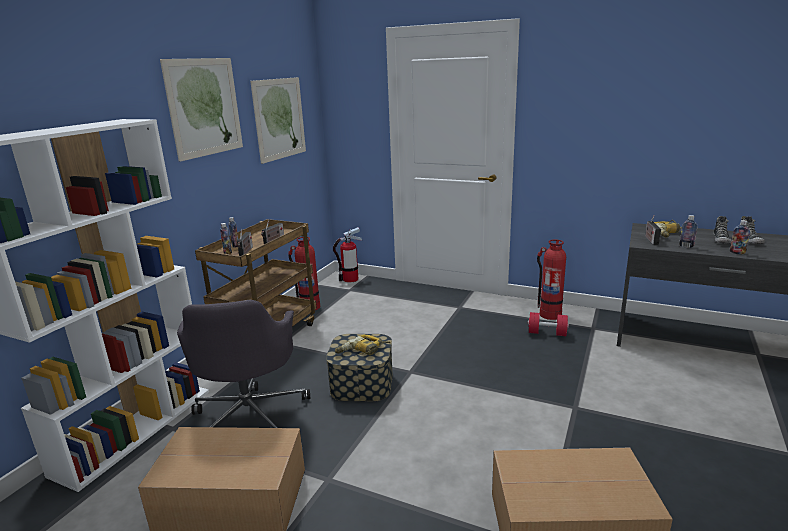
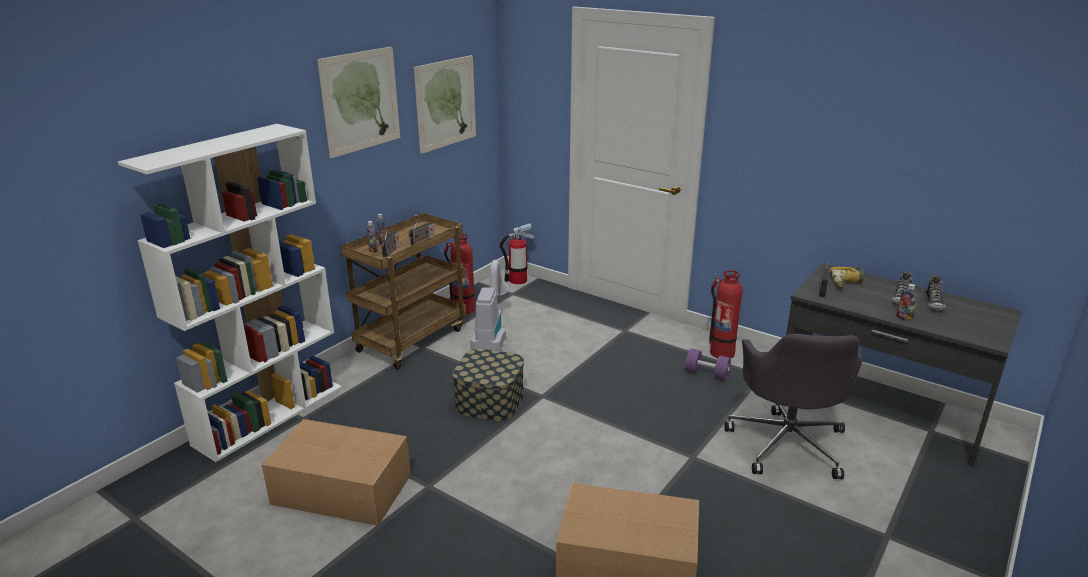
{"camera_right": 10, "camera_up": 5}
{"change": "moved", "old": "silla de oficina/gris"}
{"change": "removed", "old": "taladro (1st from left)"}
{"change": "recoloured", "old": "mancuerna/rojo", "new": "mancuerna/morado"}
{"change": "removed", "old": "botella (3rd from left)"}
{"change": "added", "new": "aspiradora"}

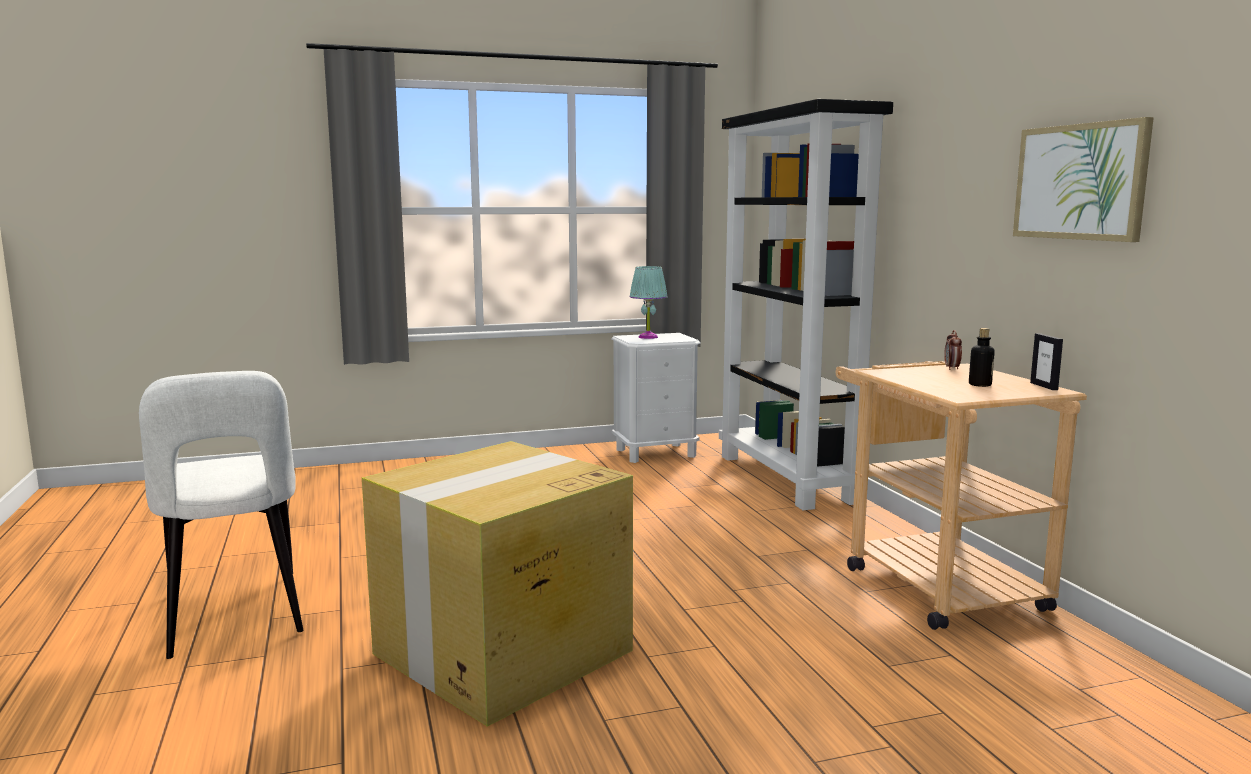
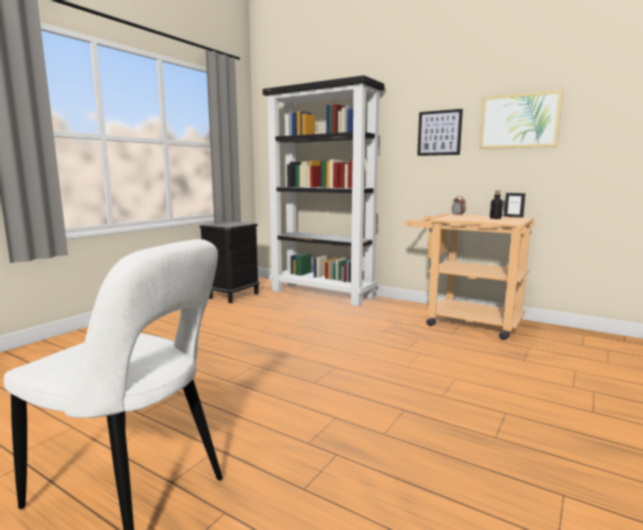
{"camera_right": -40, "camera_up": 0}
{"change": "removed", "old": "caja de cartón"}
{"change": "recoloured", "old": "mesita de noche/blanco", "new": "mesita de noche/negro"}
{"change": "removed", "old": "lámpara de mesa/turquesa"}
{"change": "added", "new": "cuadro (1st from left)"}

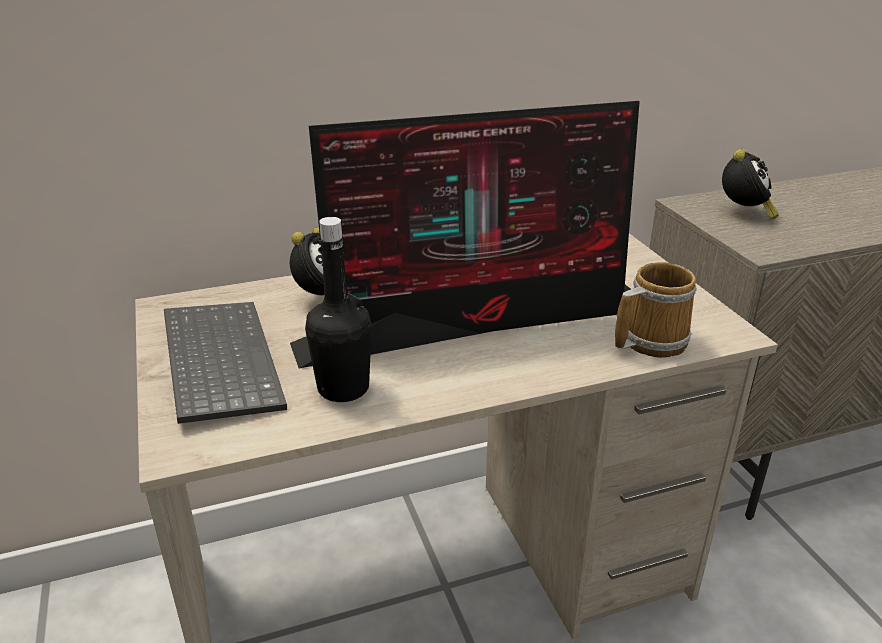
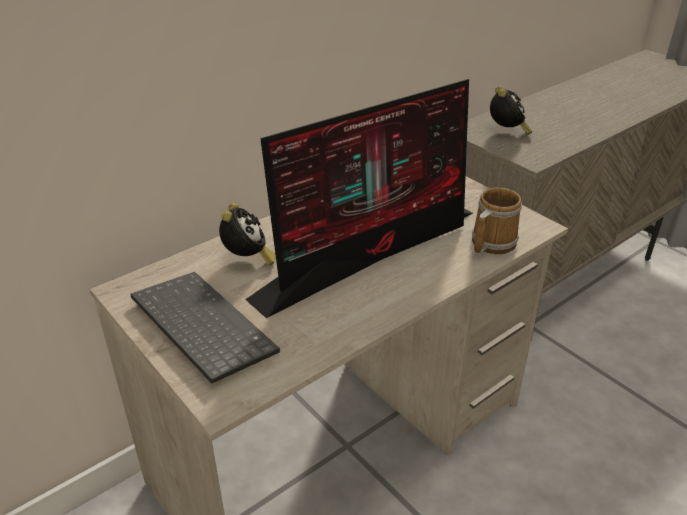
{"camera_right": -20, "camera_up": 5}
{"change": "removed", "old": "botella/negro"}

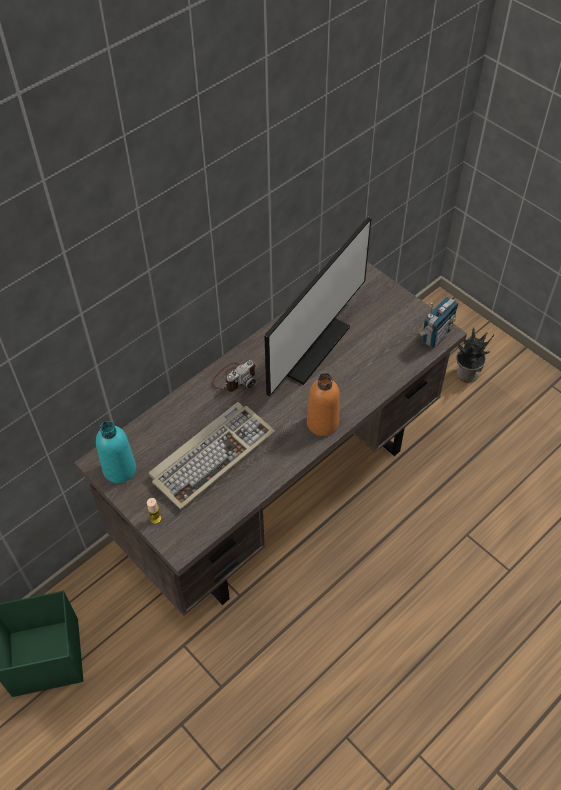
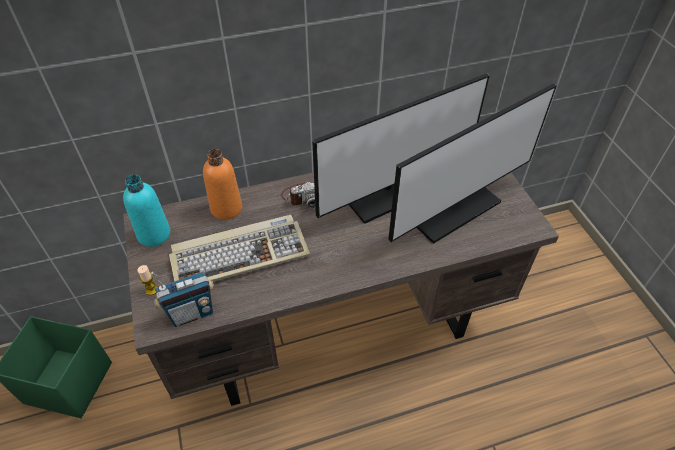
{"camera_right": 25, "camera_up": -5}
{"change": "moved", "old": "botella/naranja"}
{"change": "moved", "old": "radio"}
{"change": "removed", "old": "planta en maceta"}
{"change": "added", "new": "monitor (2nd from left)"}

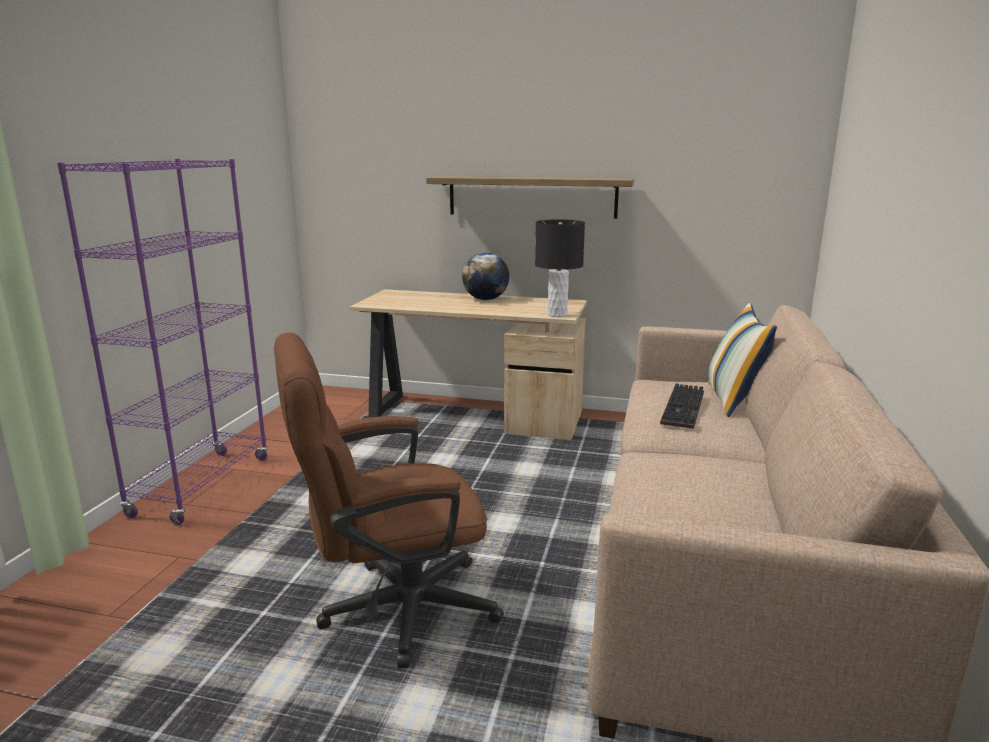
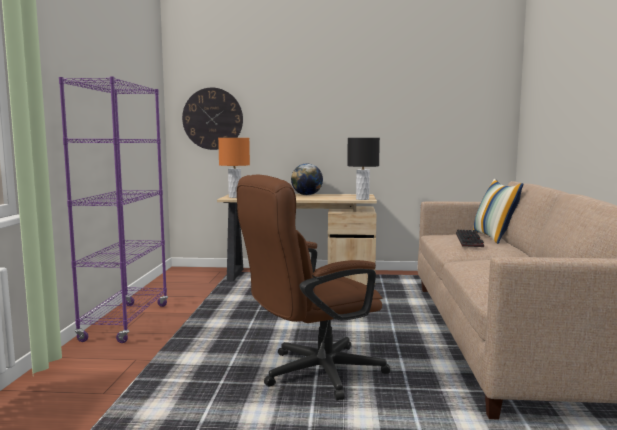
{"camera_right": -10, "camera_up": -10}
{"change": "removed", "old": "estante"}
{"change": "added", "new": "reloj de pared"}
{"change": "added", "new": "lámpara de mesa/naranja"}

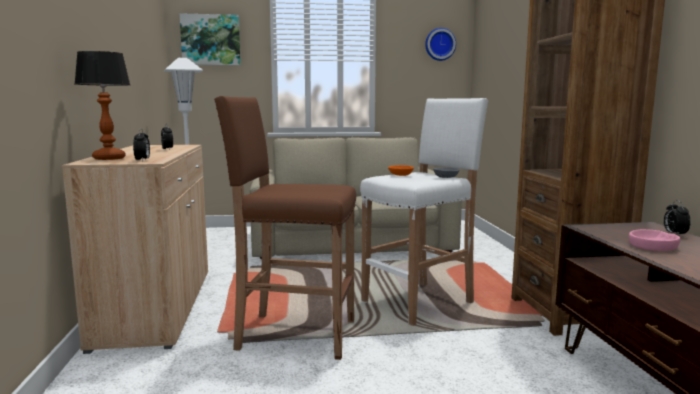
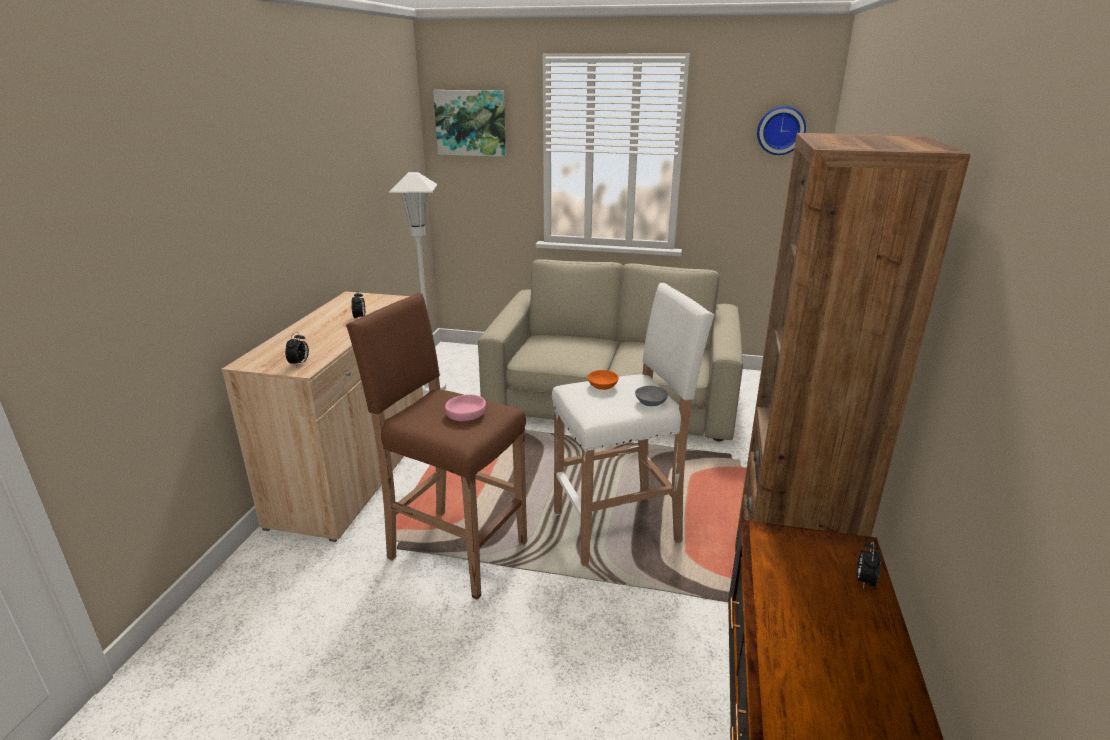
{"camera_right": 20, "camera_up": 15}
{"change": "removed", "old": "lámpara de mesa"}
{"change": "moved", "old": "cuenco/rosa"}

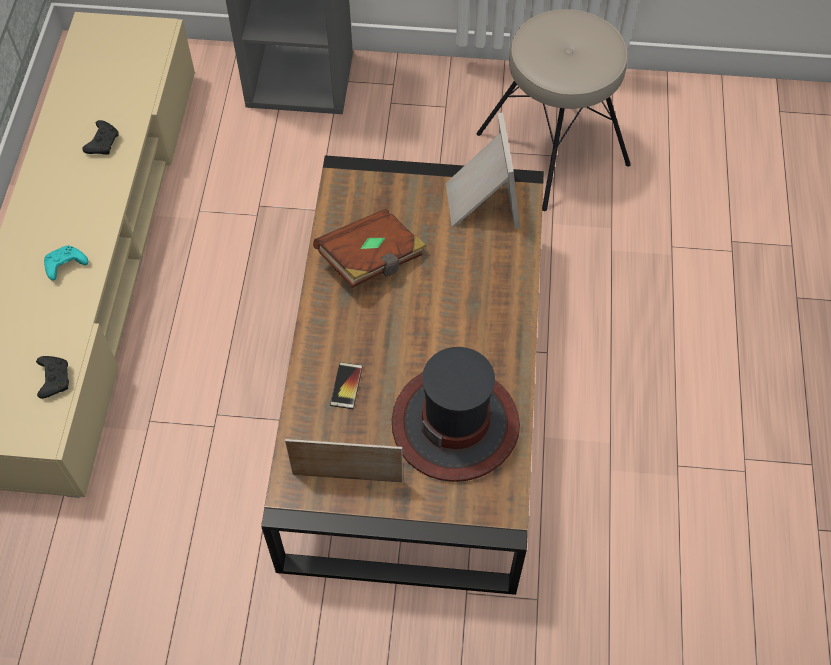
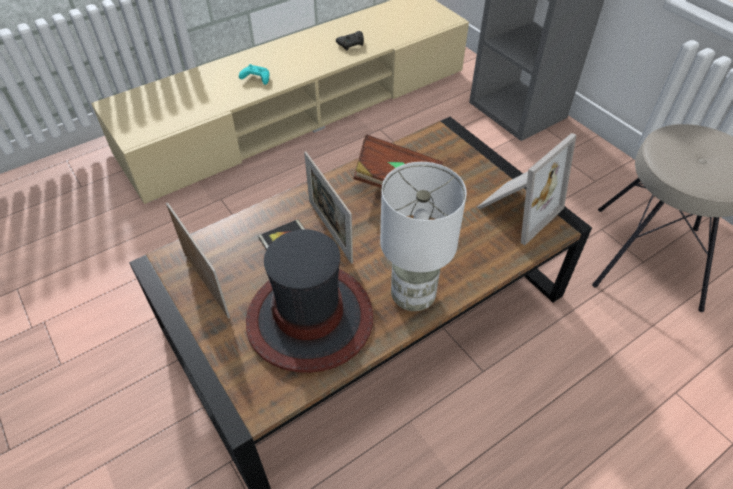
{"camera_right": 50, "camera_up": -10}
{"change": "removed", "old": "mando de consola/negro (1st from left)"}
{"change": "added", "new": "portarretratos (2nd from left)"}
{"change": "added", "new": "lámpara de mesa/blanco"}

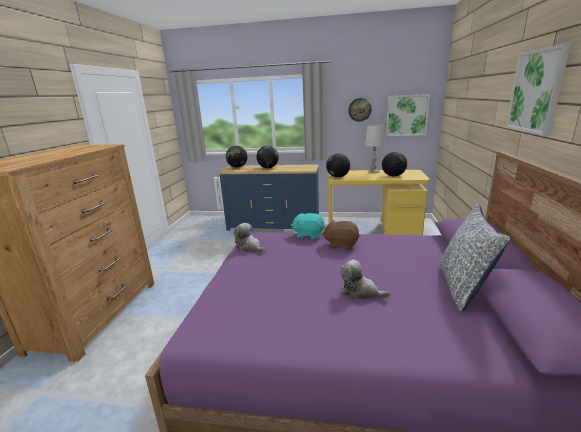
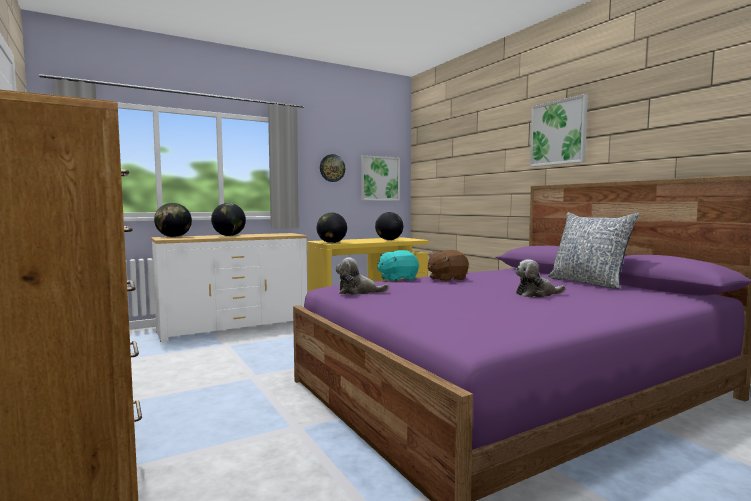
{"camera_right": -40, "camera_up": -15}
{"change": "recoloured", "old": "cómoda/azul", "new": "cómoda/blanco"}
{"change": "removed", "old": "lámpara de mesa/blanco"}

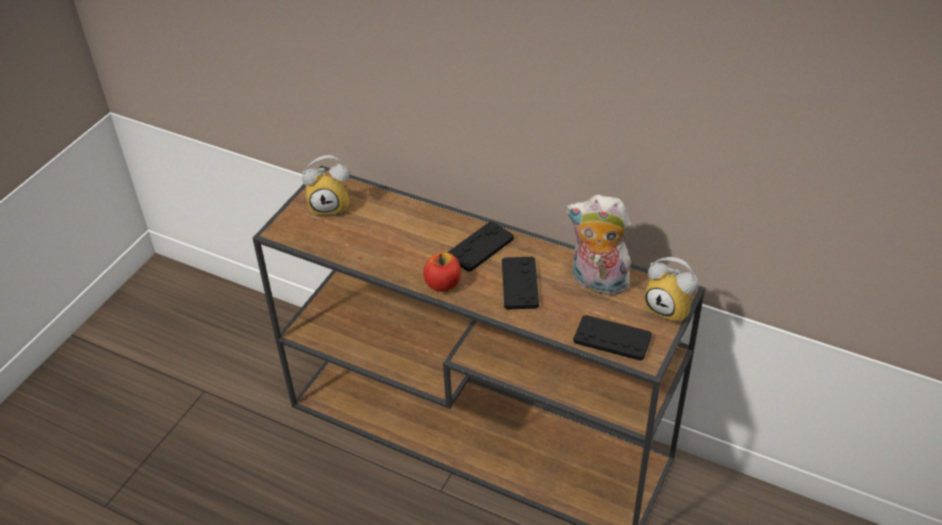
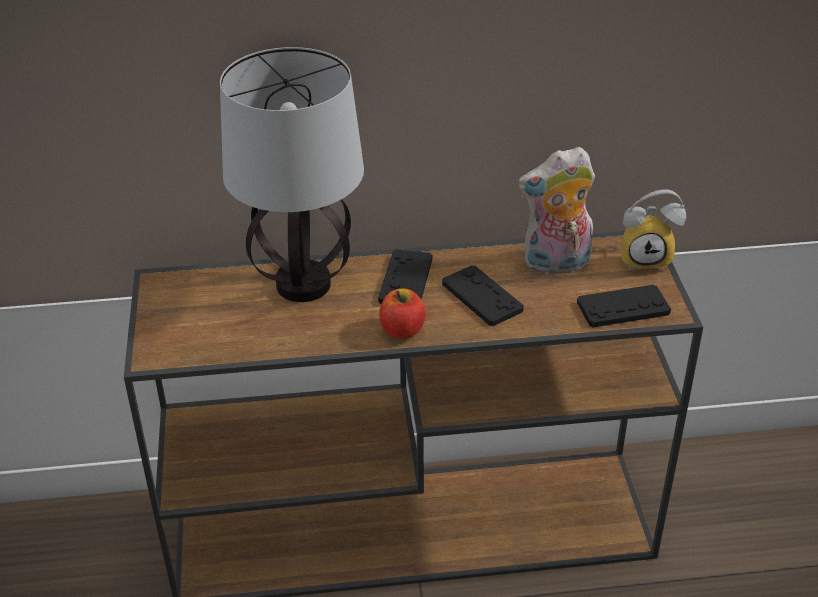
{"camera_right": -35, "camera_up": -5}
{"change": "removed", "old": "despertador (1st from left)"}
{"change": "added", "new": "lámpara de mesa"}

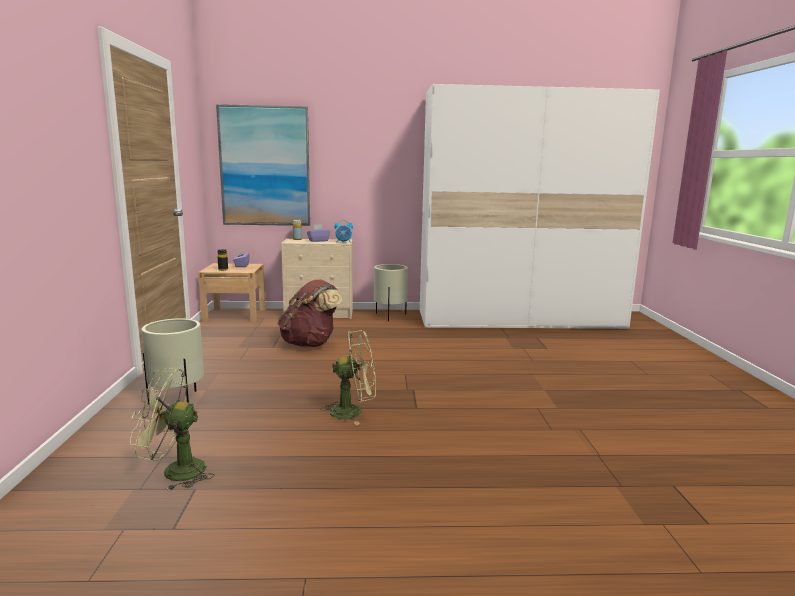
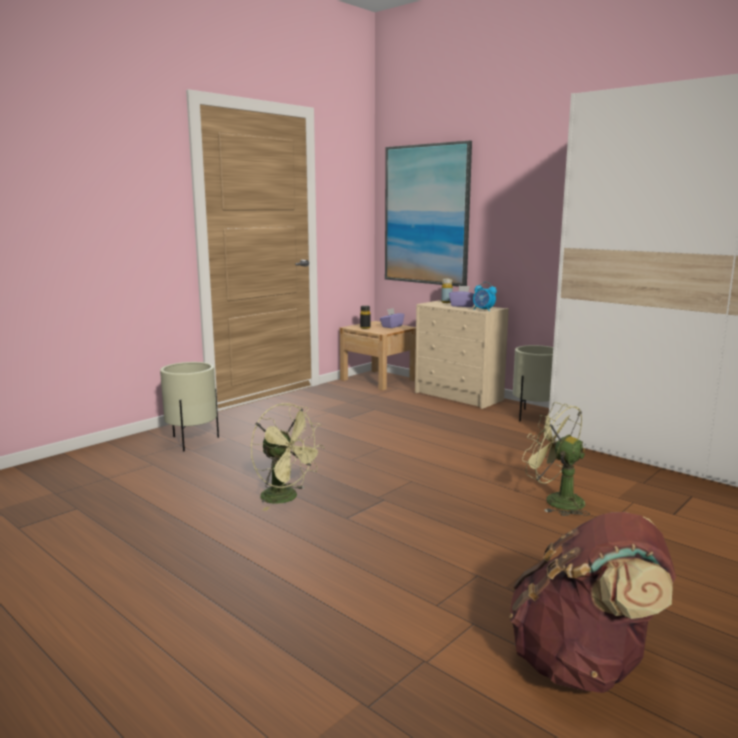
{"camera_right": 45, "camera_up": 0}
{"change": "moved", "old": "ventilador/verde (1st from left in the first image)", "new": "ventilador/verde (2nd from left)"}
{"change": "moved", "old": "mochila/marrón"}

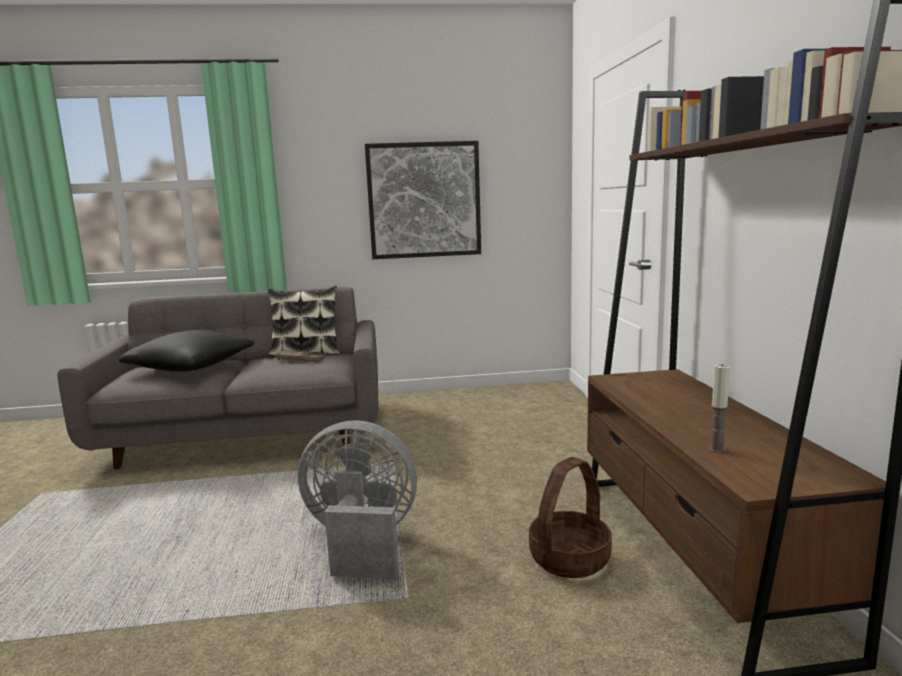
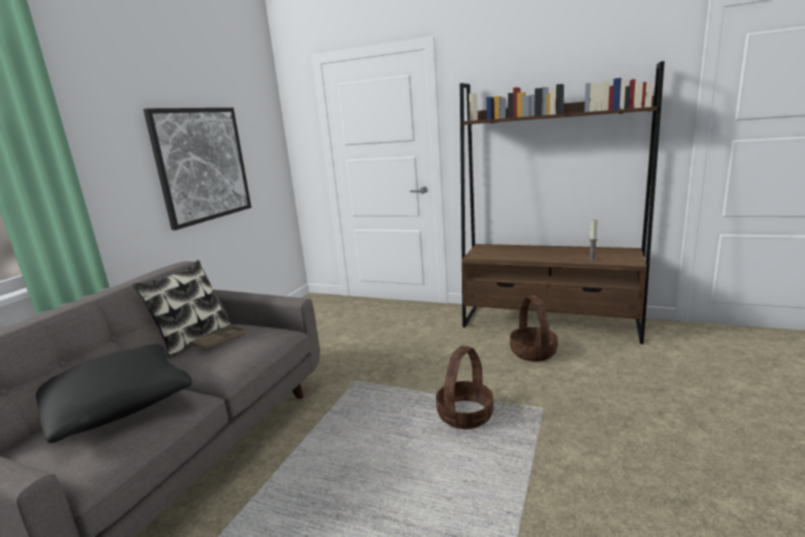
{"camera_right": -60, "camera_up": 5}
{"change": "replaced", "old": "ventilador/gris", "new": "cesta (1st from left)"}

